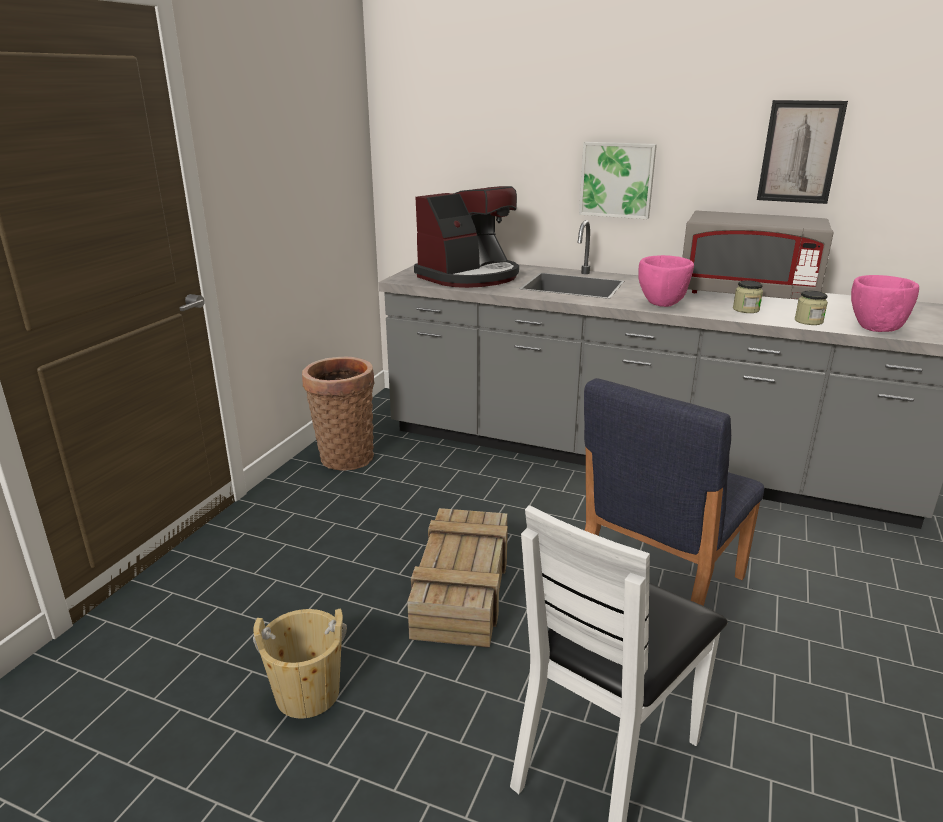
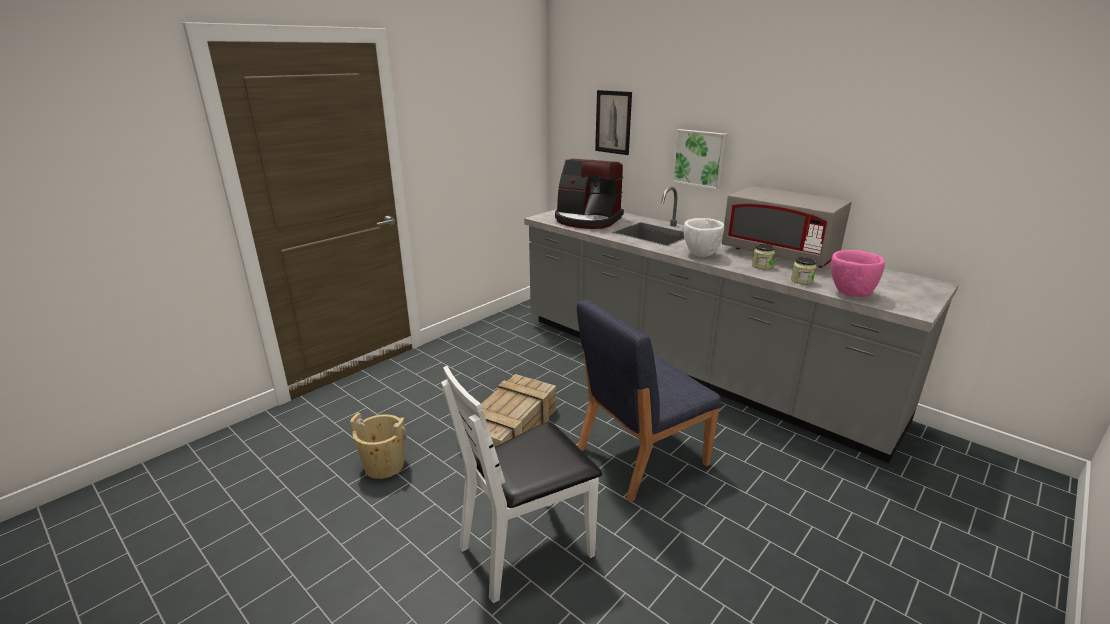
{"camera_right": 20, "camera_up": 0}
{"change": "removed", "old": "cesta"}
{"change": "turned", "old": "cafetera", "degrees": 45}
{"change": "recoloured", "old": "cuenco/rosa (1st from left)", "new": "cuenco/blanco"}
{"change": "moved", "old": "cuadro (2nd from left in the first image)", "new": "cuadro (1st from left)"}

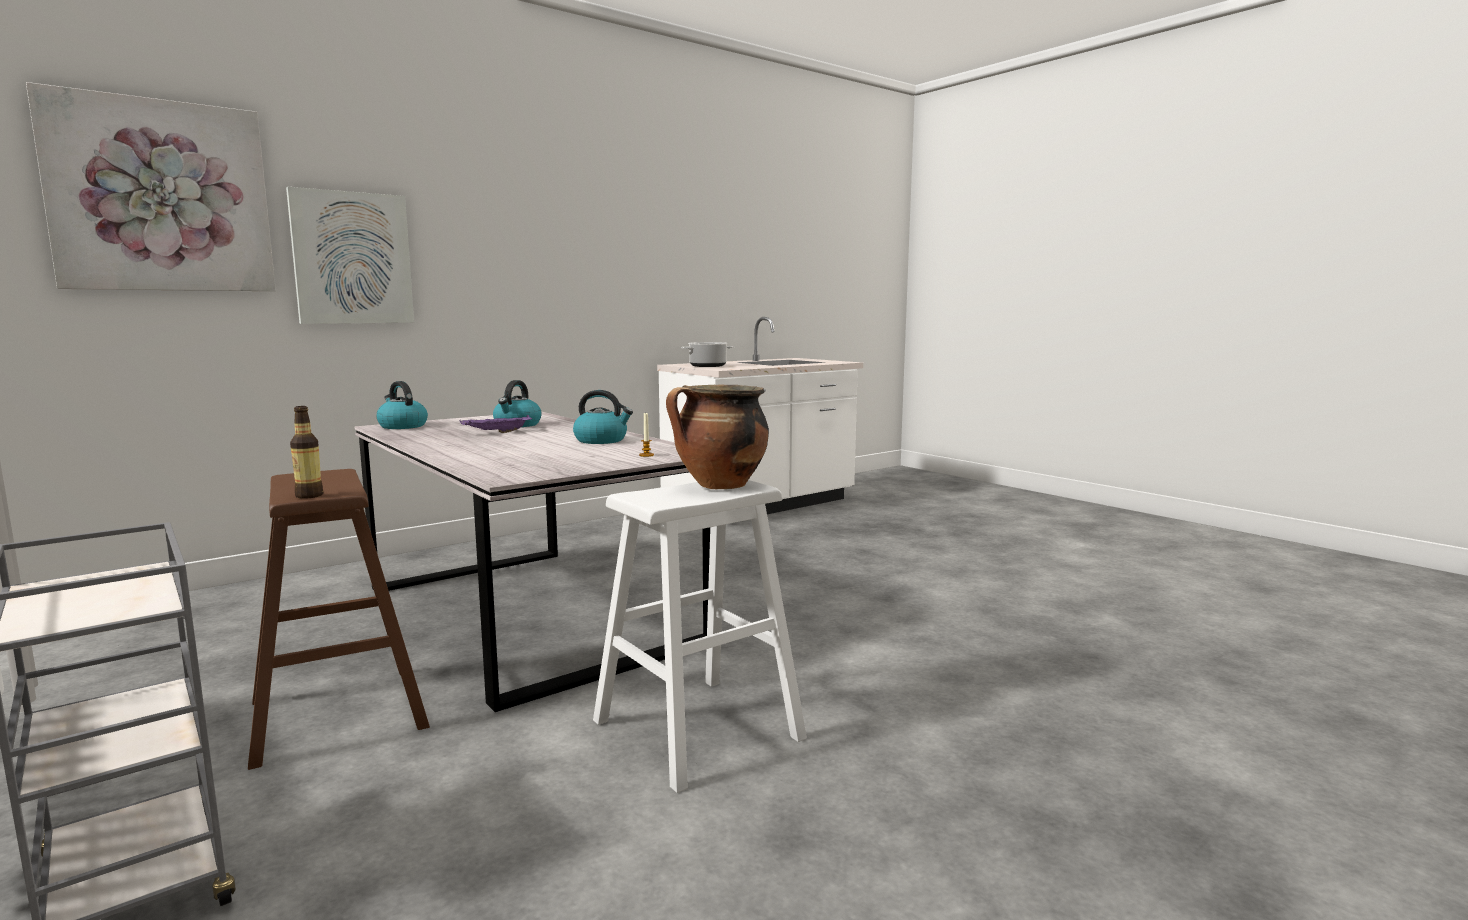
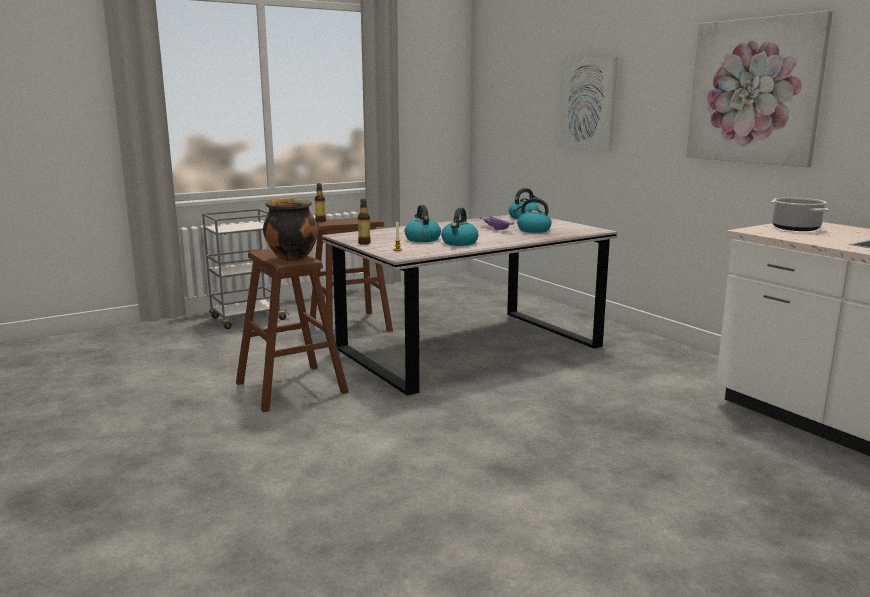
{"camera_right": 95, "camera_up": 5}
{"change": "moved", "old": "cuadro (1st from left in the first image)", "new": "cuadro (2nd from left)"}
{"change": "recoloured", "old": "taburete/blanco", "new": "taburete/marrón (1st from left)"}
{"change": "added", "new": "botella (2nd from left)"}
{"change": "added", "new": "hervidor (1st from left)"}

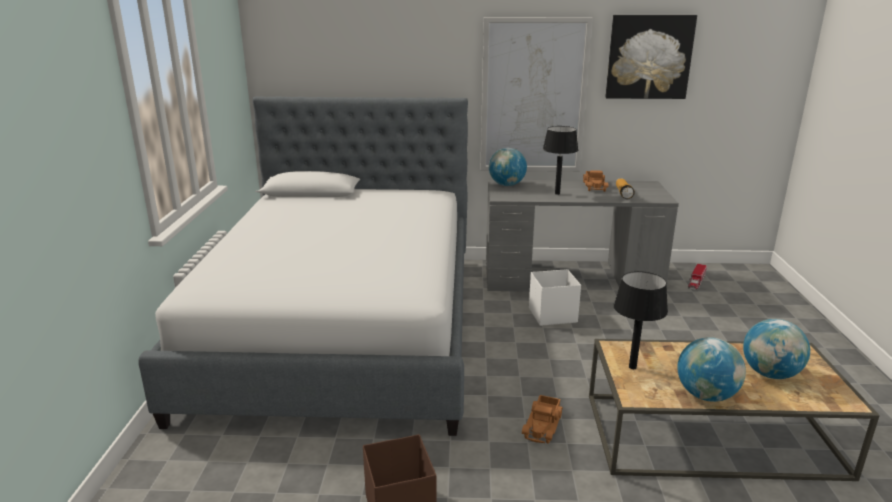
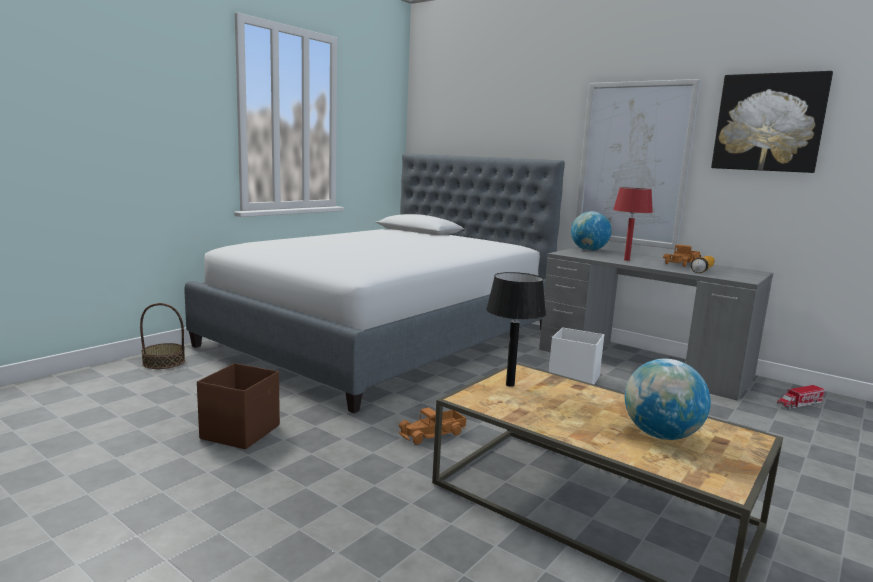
{"camera_right": 35, "camera_up": -10}
{"change": "recoloured", "old": "lámpara de mesa/negro (1st from left)", "new": "lámpara de mesa/rojo"}
{"change": "removed", "old": "globo terráqueo (2nd from left)"}
{"change": "added", "new": "cesta"}

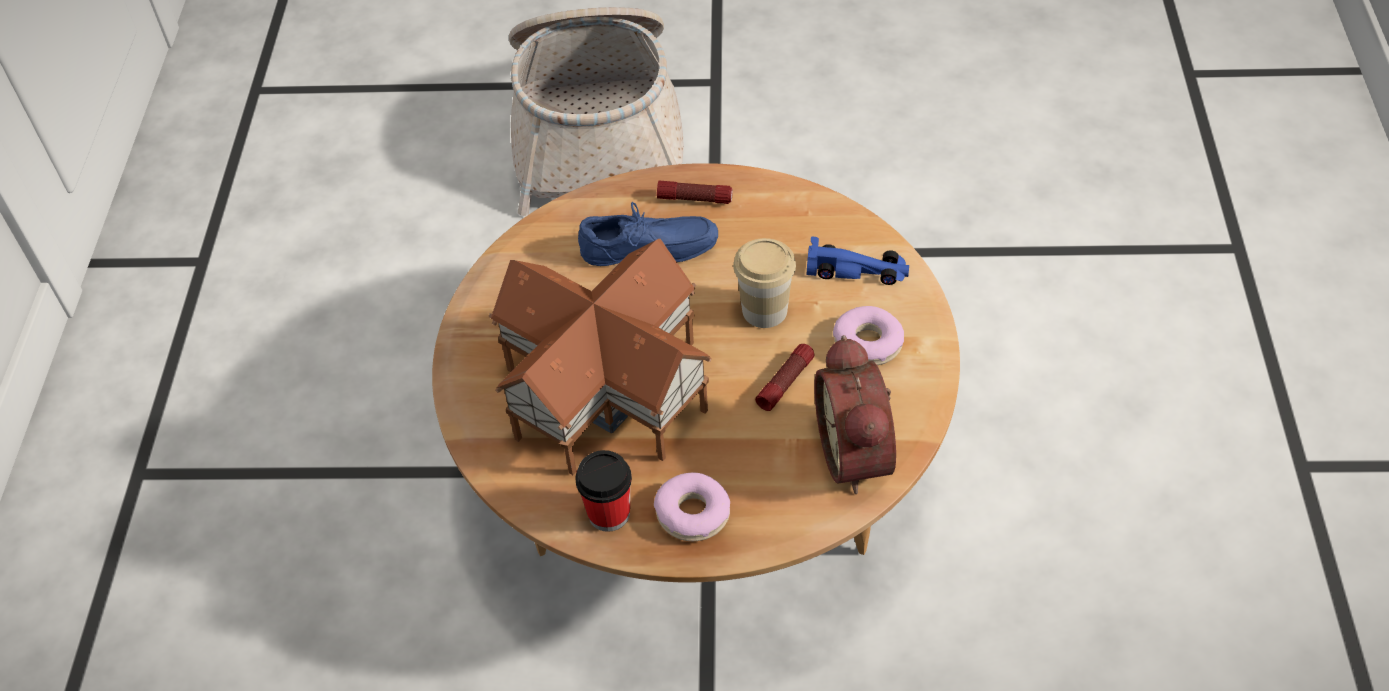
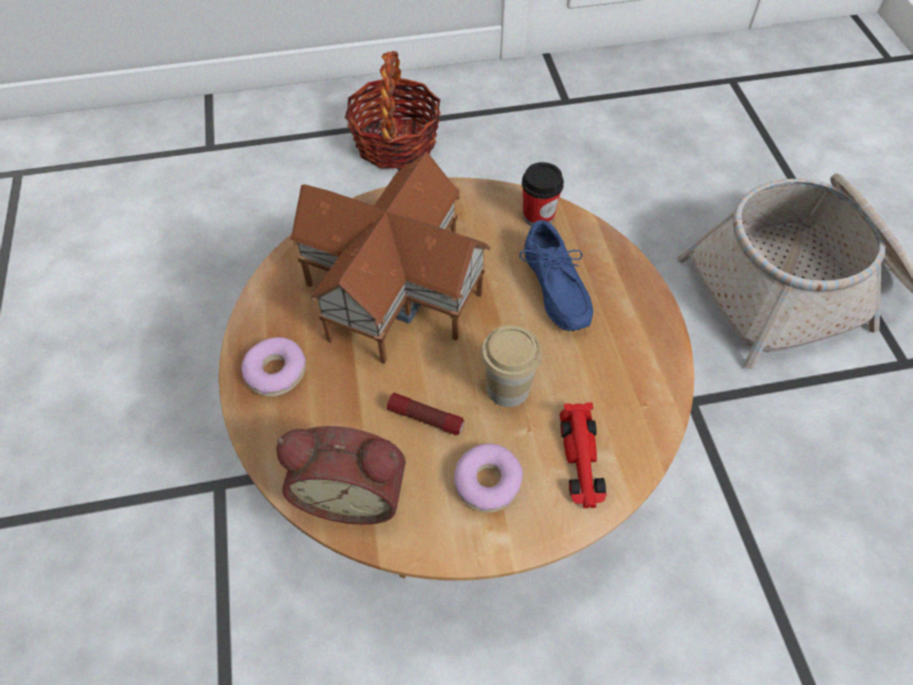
{"camera_right": 75, "camera_up": 5}
{"change": "moved", "old": "taza (1st from left in the first image)", "new": "taza (2nd from left)"}
{"change": "removed", "old": "linterna (1st from left)"}
{"change": "recoloured", "old": "coche de juguete/azul", "new": "coche de juguete/rojo"}
{"change": "turned", "old": "despertador", "degrees": -150}
{"change": "added", "new": "cesta (1st from left)"}

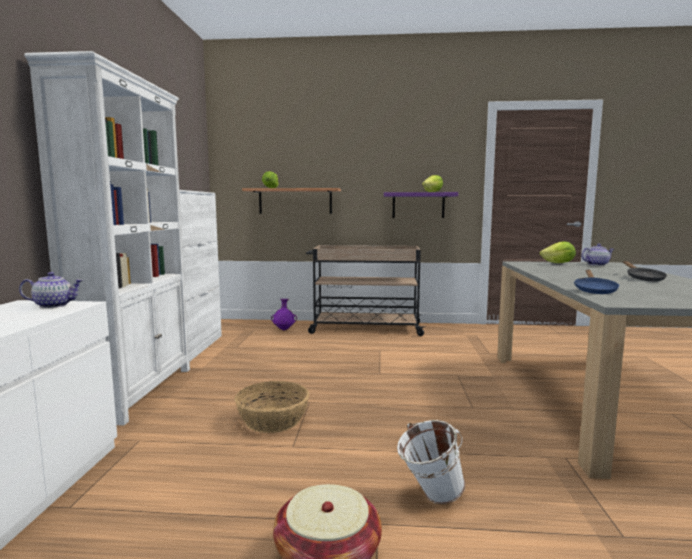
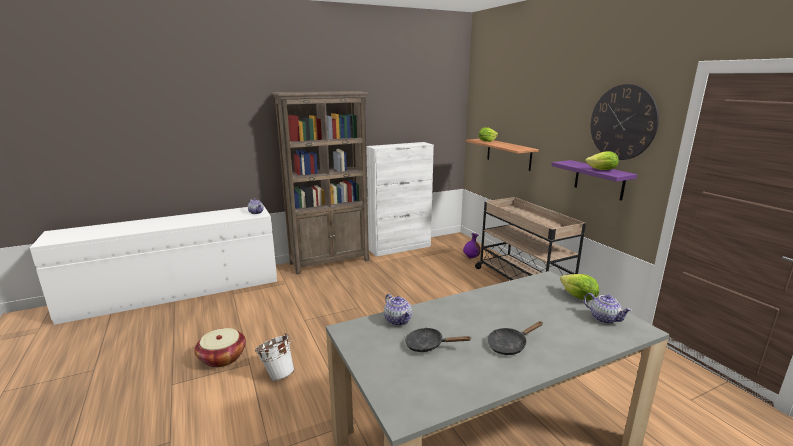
{"camera_right": 60, "camera_up": 10}
{"change": "recoloured", "old": "estantería/blanco", "new": "estantería/marrón"}
{"change": "removed", "old": "cesta (1st from left)"}
{"change": "replaced", "old": "sartén/azul", "new": "tetera (2nd from left)"}
{"change": "added", "new": "sartén/negro (1st from left)"}
{"change": "added", "new": "reloj de pared"}

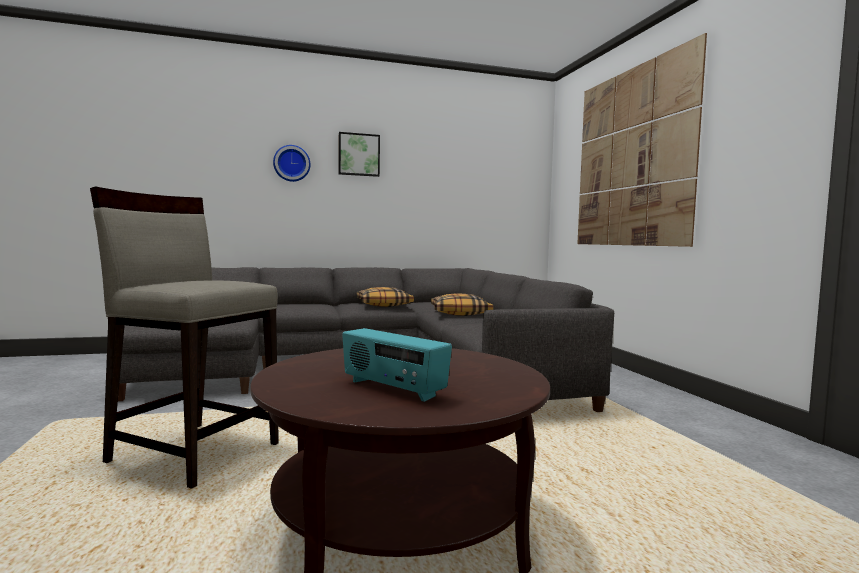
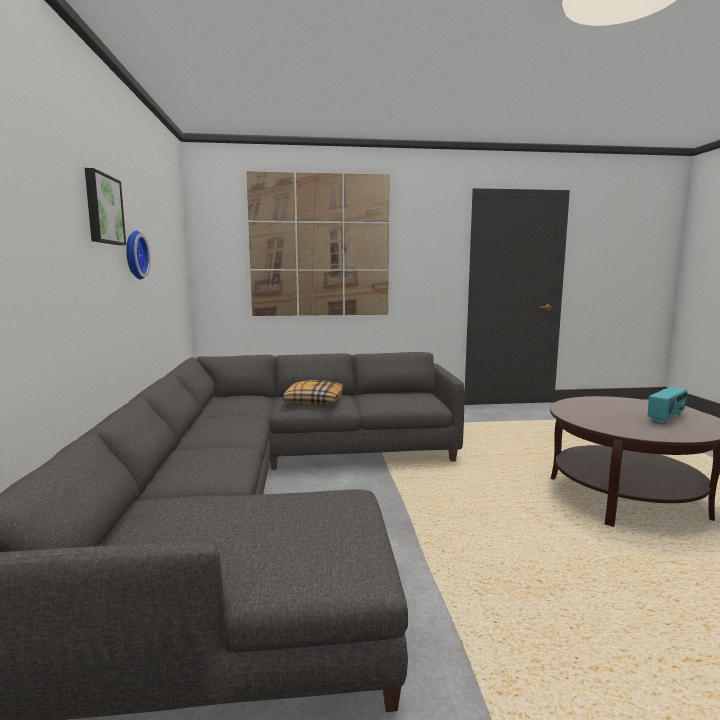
{"camera_right": -80, "camera_up": 5}
{"change": "removed", "old": "taburete/beis"}
{"change": "moved", "old": "reloj de pared"}
{"change": "removed", "old": "cojín (1st from left)"}

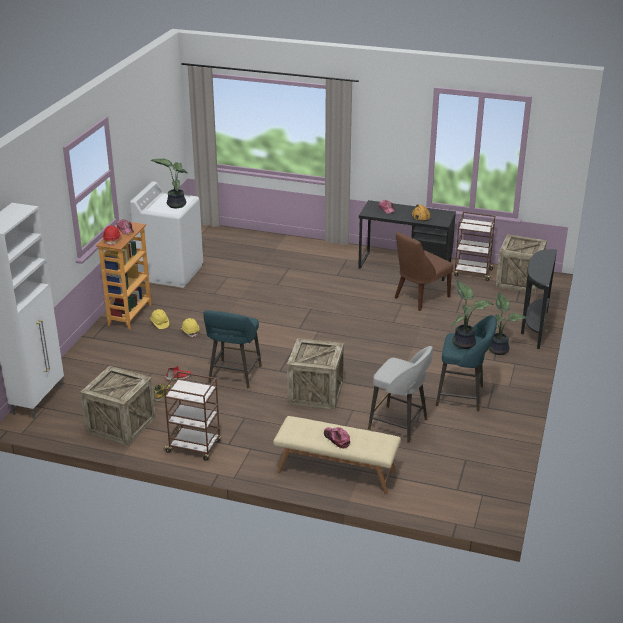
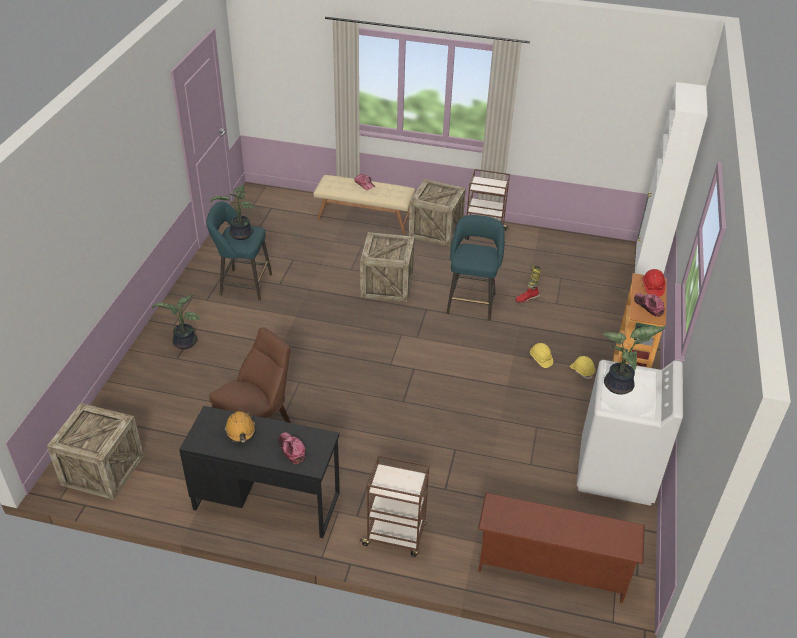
{"camera_right": 175, "camera_up": 10}
{"change": "moved", "old": "caja de embalaje (1st from left in the first image)", "new": "caja de embalaje (3rd from left)"}
{"change": "removed", "old": "taburete/gris"}
{"change": "moved", "old": "carrito/marrón (2nd from left in the first image)", "new": "carrito/marrón (1st from left)"}
{"change": "removed", "old": "mesa consola/negro"}
{"change": "added", "new": "zapatero/marrón"}

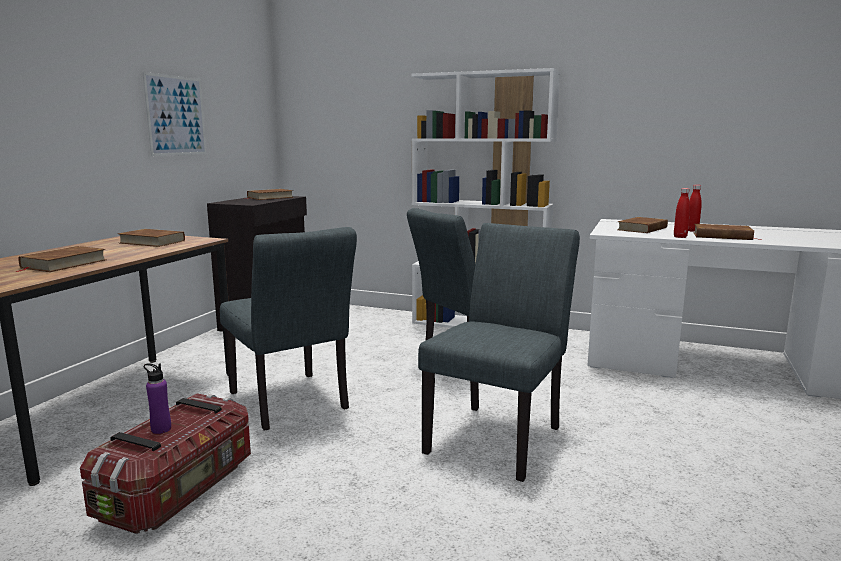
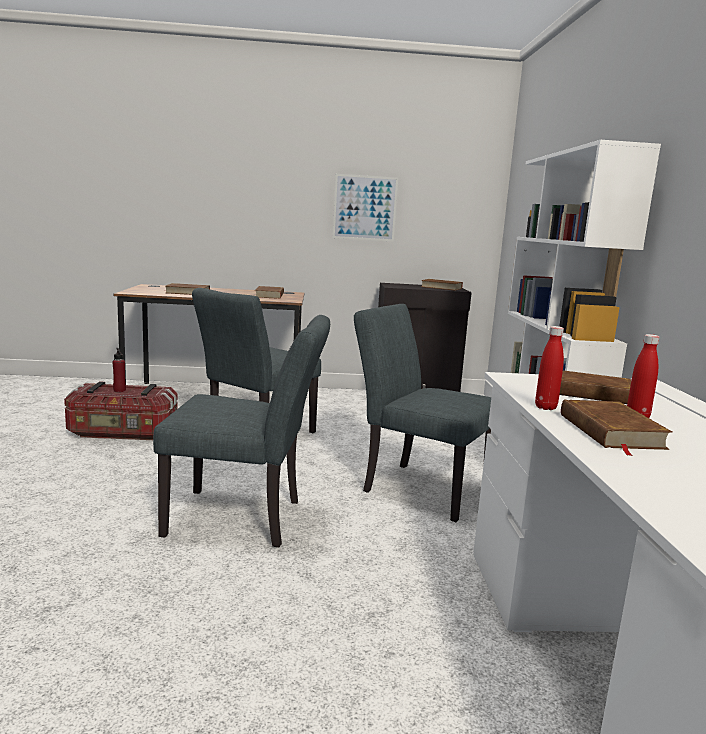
{"camera_right": 65, "camera_up": 0}
{"change": "recoloured", "old": "botella/morado", "new": "botella/rojo (1st from left)"}

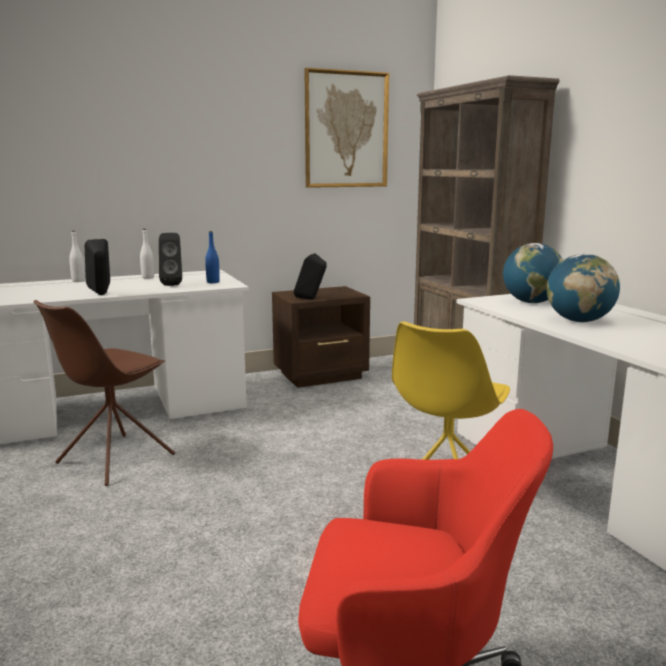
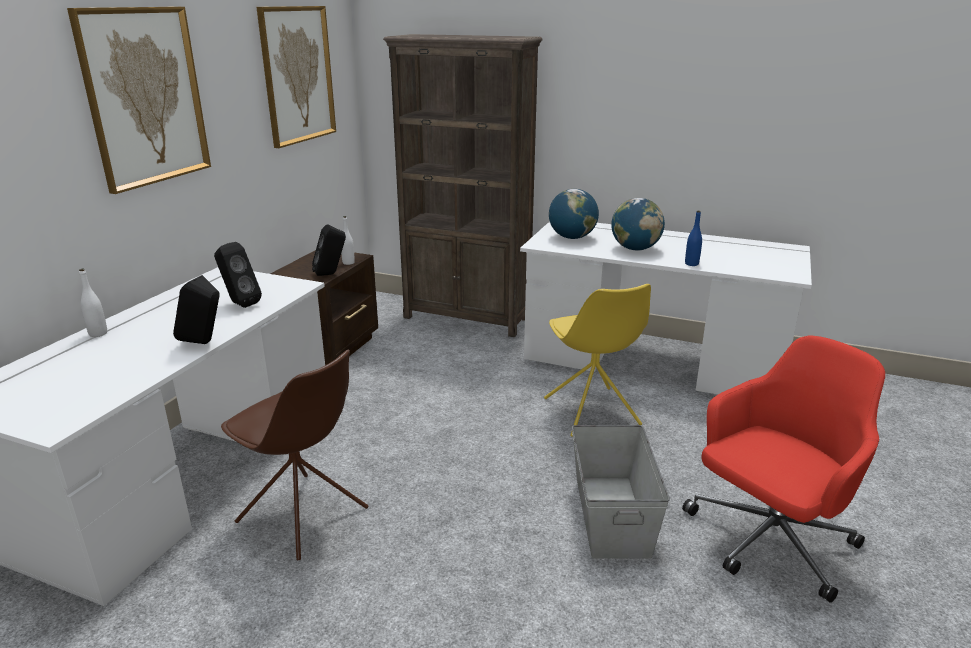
{"camera_right": -45, "camera_up": 10}
{"change": "turned", "old": "silla/marrón", "degrees": -45}
{"change": "moved", "old": "botella/blanco (2nd from left)"}
{"change": "moved", "old": "botella/azul"}
{"change": "added", "new": "cuadro (1st from left)"}
{"change": "added", "new": "caja de almacenaje/gris"}

